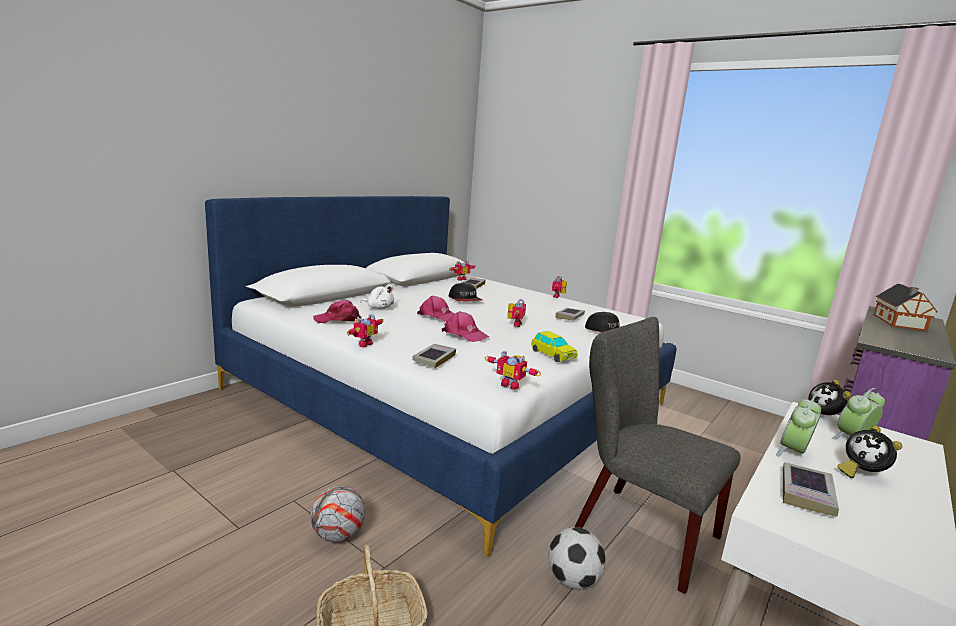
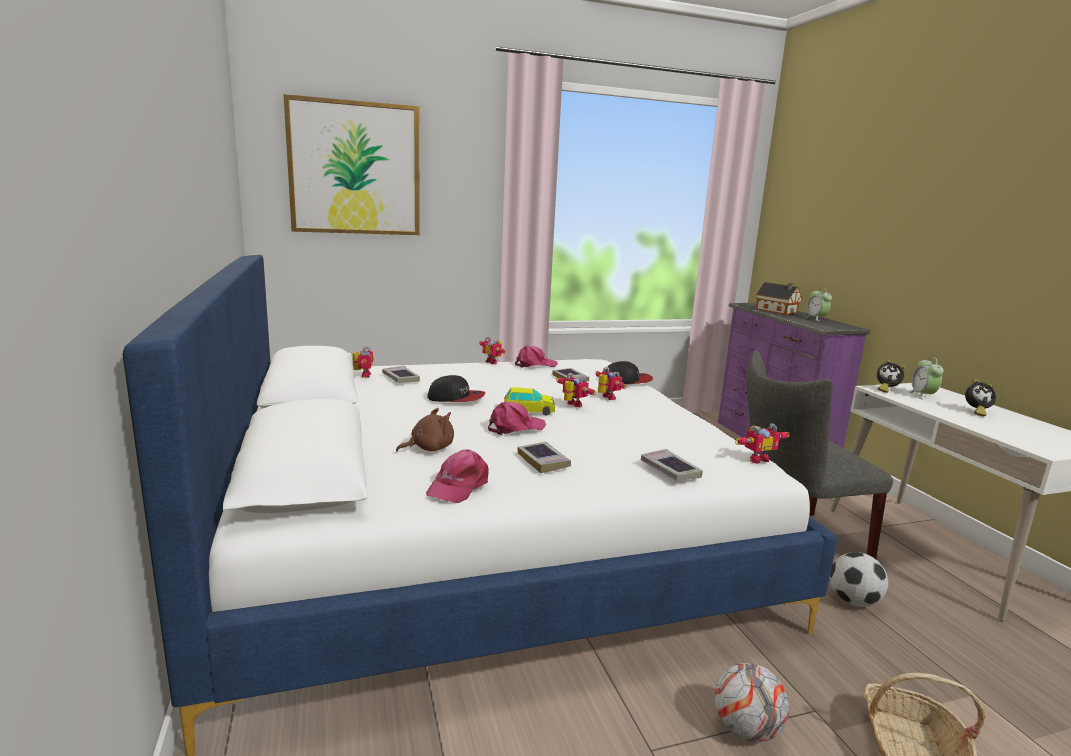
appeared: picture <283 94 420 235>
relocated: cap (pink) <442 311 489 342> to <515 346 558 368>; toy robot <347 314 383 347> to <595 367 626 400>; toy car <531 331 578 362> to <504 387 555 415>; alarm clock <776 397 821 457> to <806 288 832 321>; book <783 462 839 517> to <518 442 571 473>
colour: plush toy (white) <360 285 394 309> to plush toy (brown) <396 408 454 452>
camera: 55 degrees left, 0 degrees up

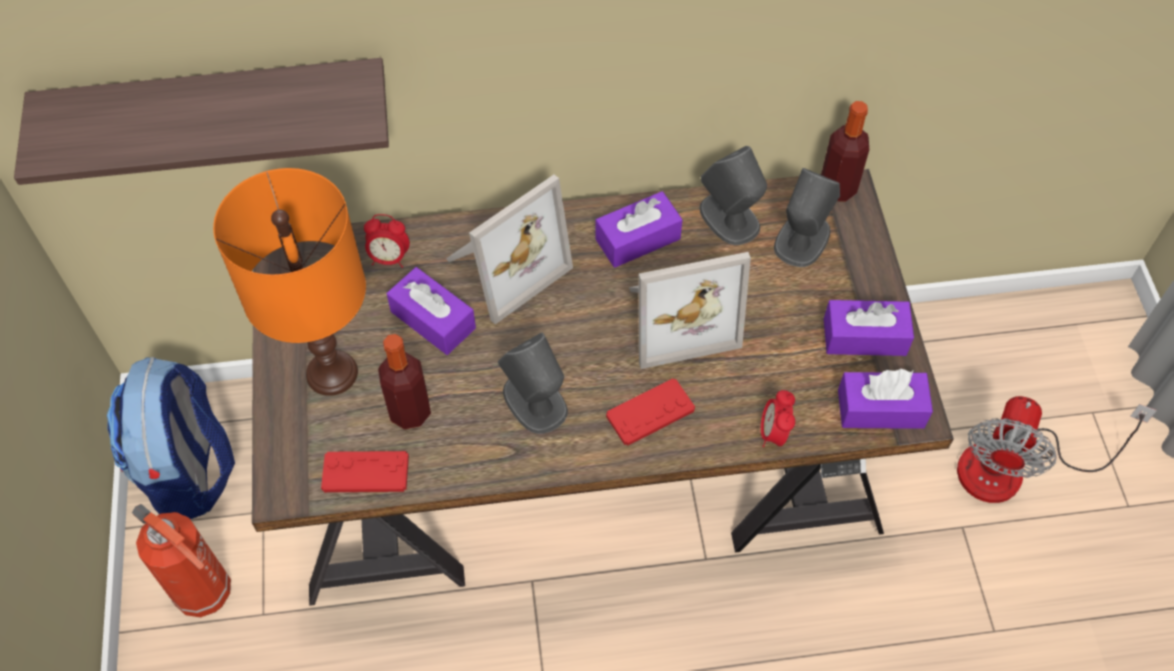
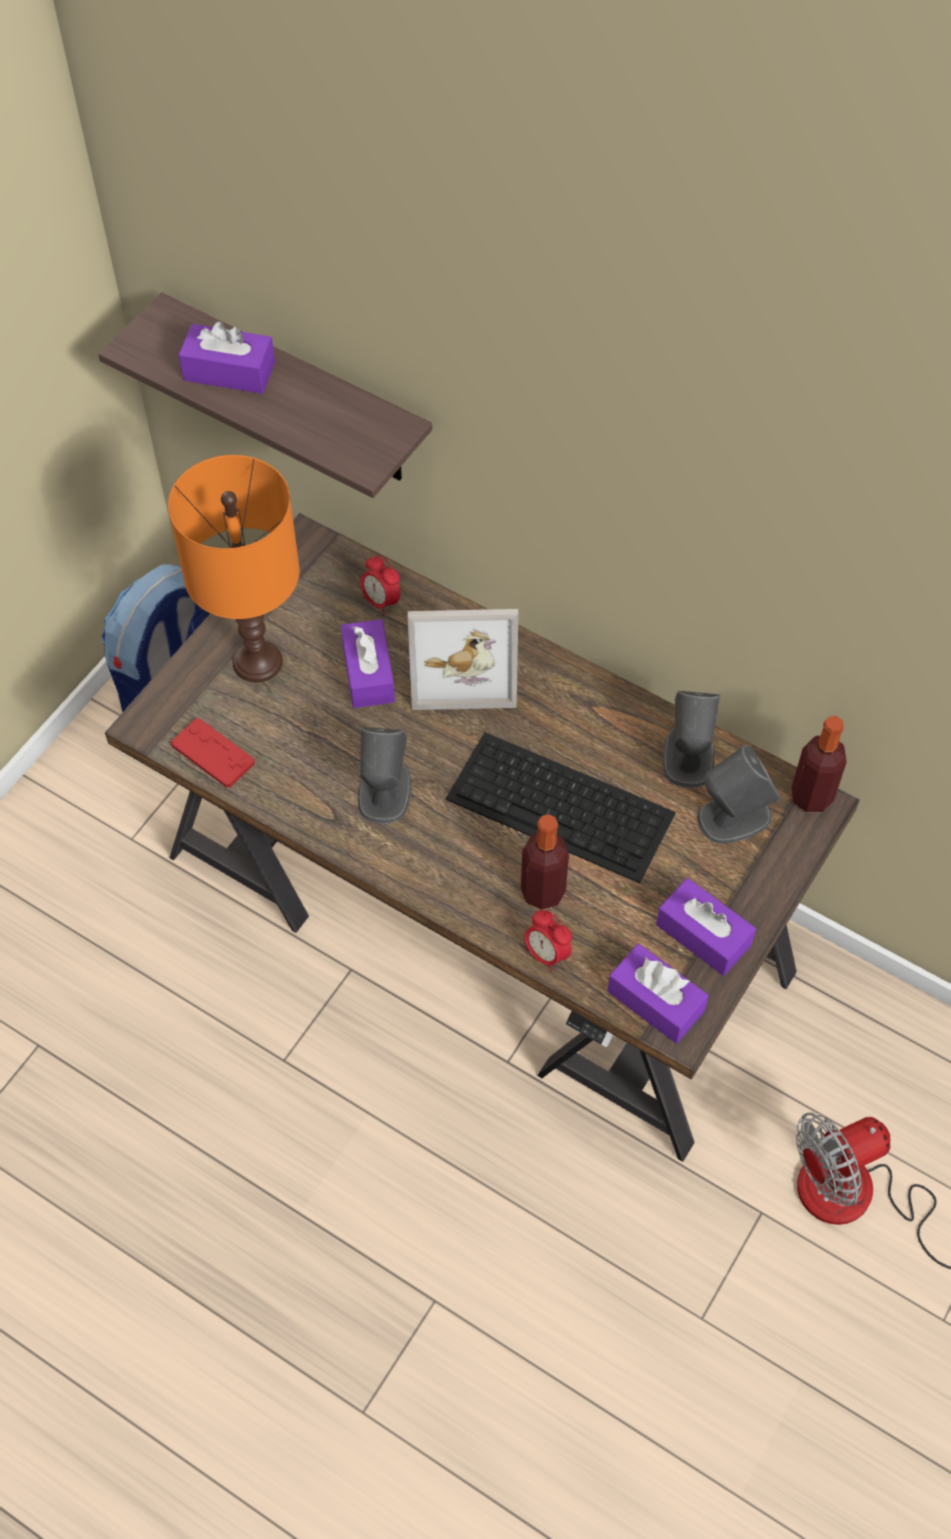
missing: game controller (red) <606 378 695 446>; fire extinguisher <132 504 231 617>
relocated: tissue box (purple) <595 191 683 268> to <179 322 275 394>; bottle <378 334 431 429> to <521 814 569 910>
exchanged: picture frame <629 252 751 369> to keyboard <445 732 676 883>
spun: alarm clock <761 390 795 447> = <525 910 572 972> 90 degrees counterclockwise
camera: 40 degrees right, 0 degrees up

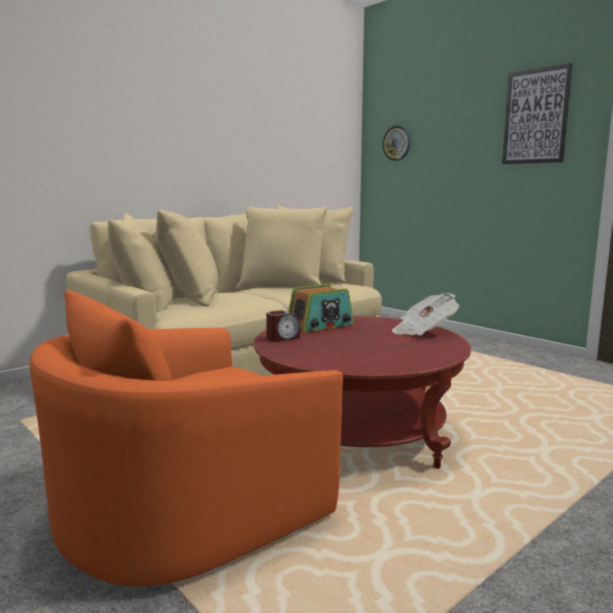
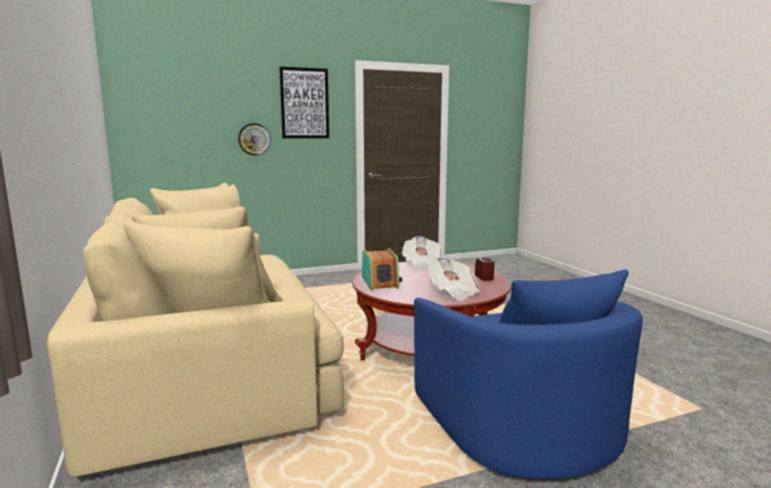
appeared: newspaper <428 257 480 301>
relocated: wall clock <383 126 410 161> to <238 123 271 156>; alarm clock <266 310 300 342> to <475 258 494 281>
colour: armchair (orange) <30 290 343 587> to armchair (blue) <414 270 643 479>
camera: 70 degrees left, 0 degrees up

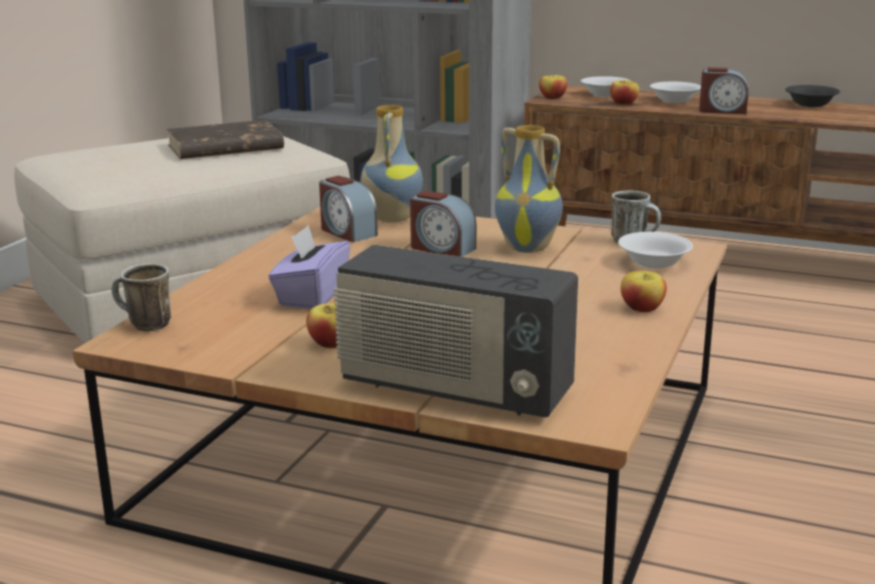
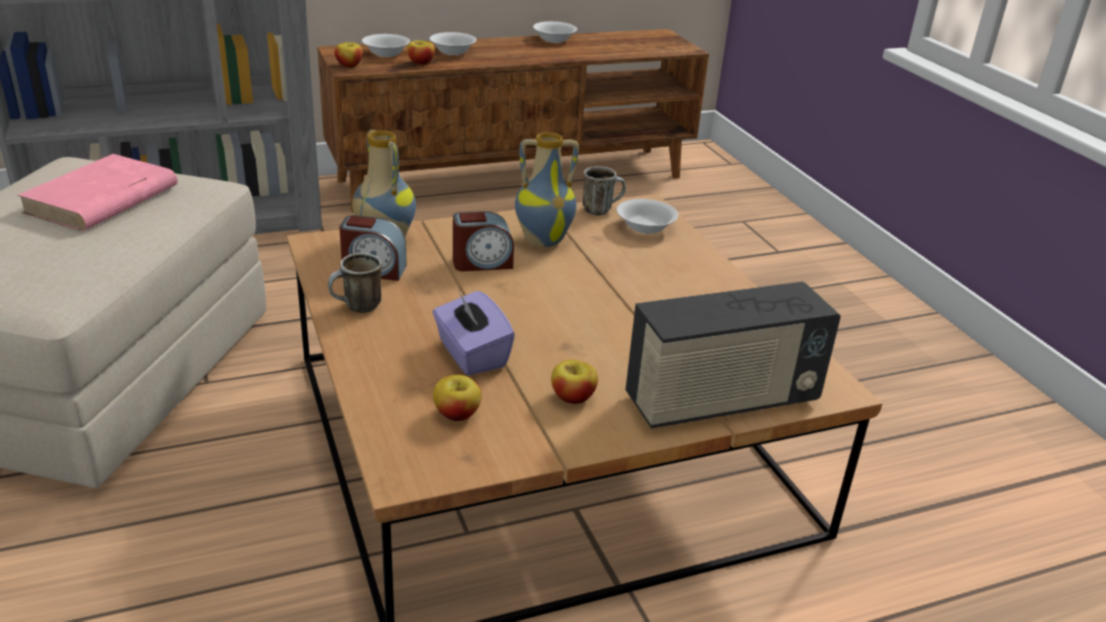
missing: alarm clock <699 67 748 114>
relocated: mug <111 263 171 332> to <328 253 382 313>; apple <621 271 667 312> to <433 375 482 421>
colour: bowl (black) <785 85 840 107> to bowl (white) <533 21 577 43>; book (brown) <166 120 284 159> to book (pink) <17 154 177 231>
camera: 45 degrees left, 10 degrees up

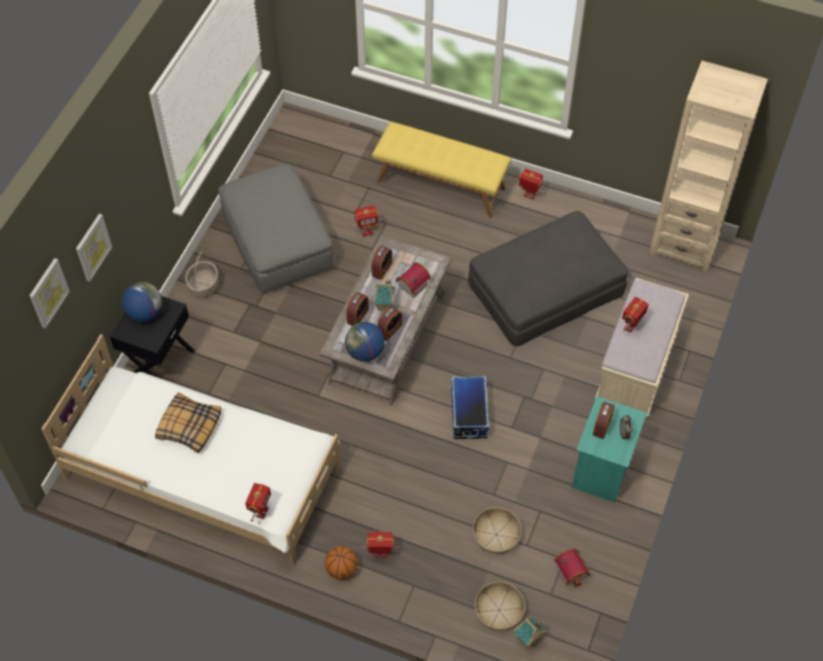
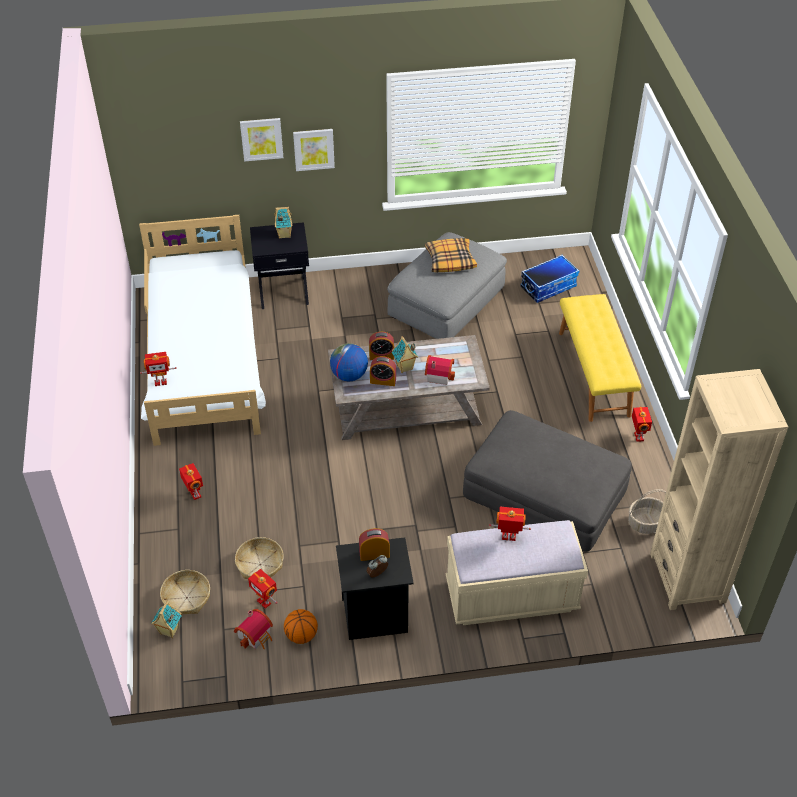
missing: alarm clock <371 245 392 280>
relocated: toy robot <350 205 383 237> to <248 569 278 609>; basket <185 252 219 298> to <628 489 666 534>; picture <29 258 70 329> to <293 129 335 171>; storage box <451 376 489 439> to <521 255 579 303>; pillow <155 392 221 453> to <425 238 477 272>; basketball <325 546 358 580> to <284 609 318 644>
exchanged: globe <122 282 162 322> to toy house <274 207 292 239>
colour: nightstand (turquoise) <571 396 647 502> to nightstand (black) <336 537 414 640>
camera: 60 degrees right, 10 degrees down

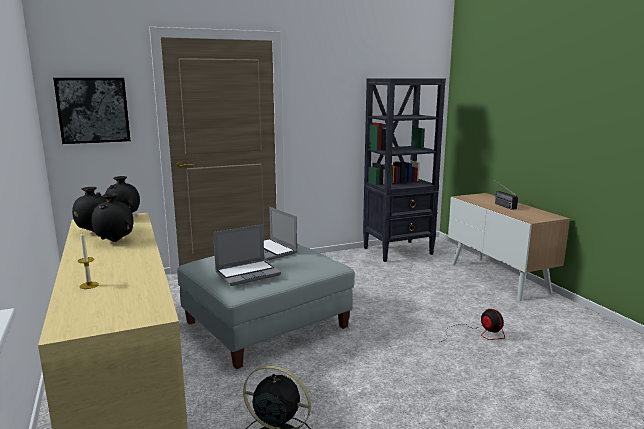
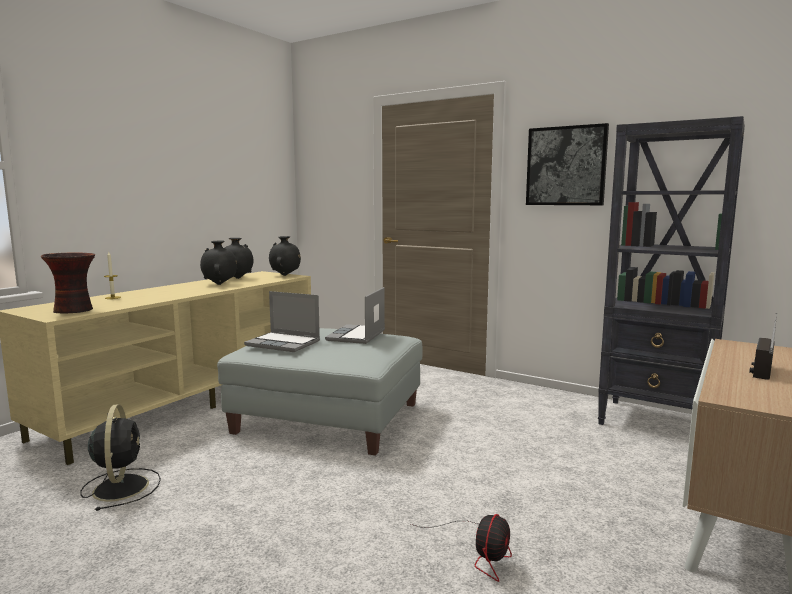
appeared: vase <41 252 95 314>
relocated: picture <53 78 131 144> to <526 123 609 205>
camera: 55 degrees right, 5 degrees down

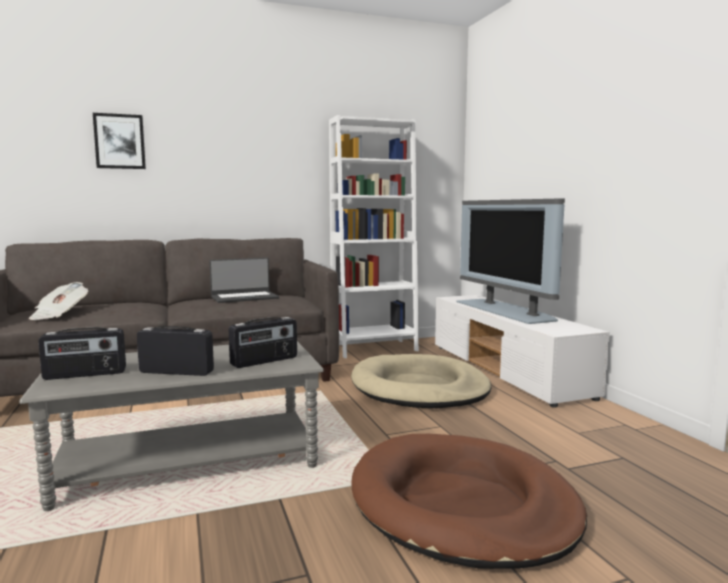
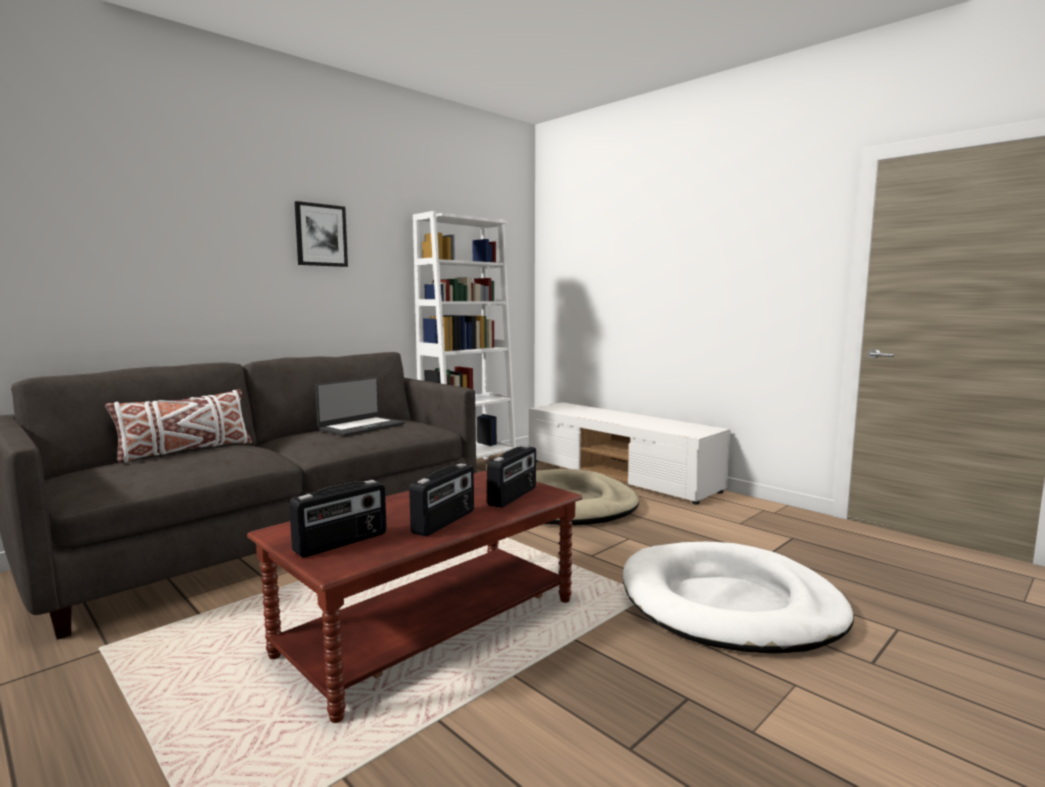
missing: television <456 199 565 324>; newspaper <29 282 88 320>
appeared: pillow (white) <105 389 252 463>
relocated: picture <93 113 146 169> to <295 201 348 267>
colour: coffee table (grey) <19 341 324 511> to coffee table (brown) <247 470 582 723>; dog bed (brown) <351 434 587 569> to dog bed (white) <623 542 854 654>
spun: radio <137 326 214 376> = <409 463 474 537> 135 degrees clockwise
camera: 25 degrees left, 0 degrees up

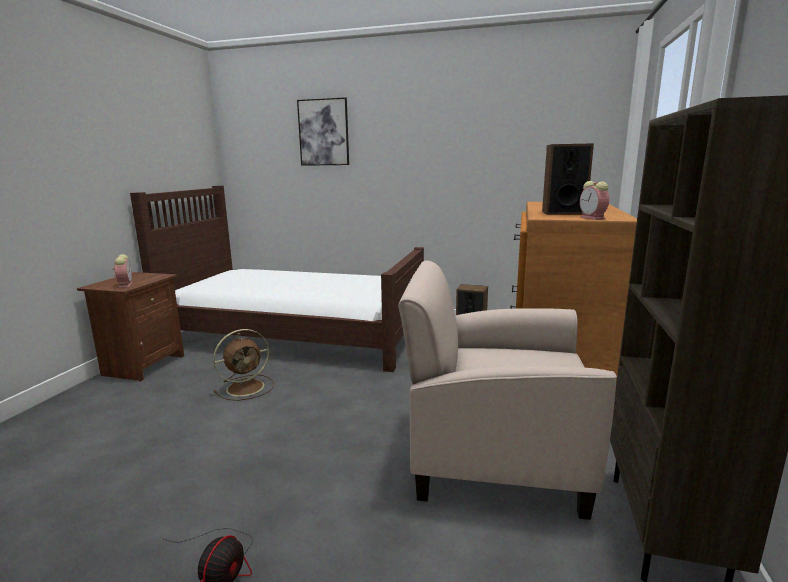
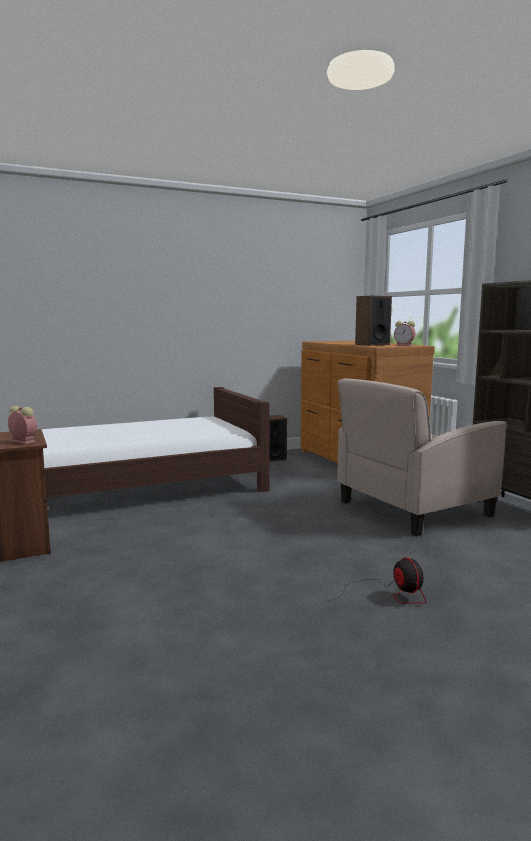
missing: picture <297 97 349 166>; fan (brown) <213 329 274 401>
camera: 40 degrees left, 5 degrees down

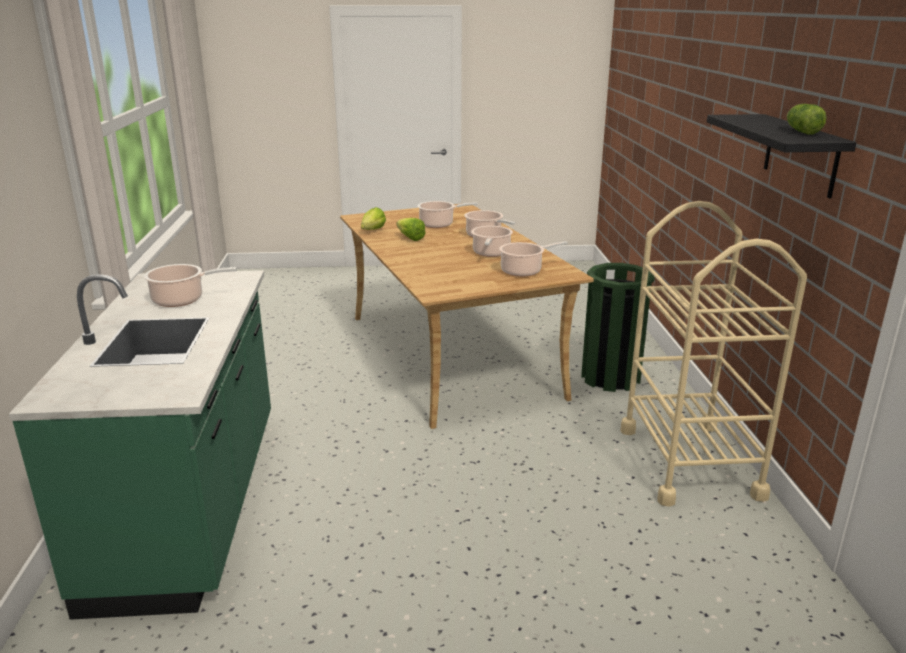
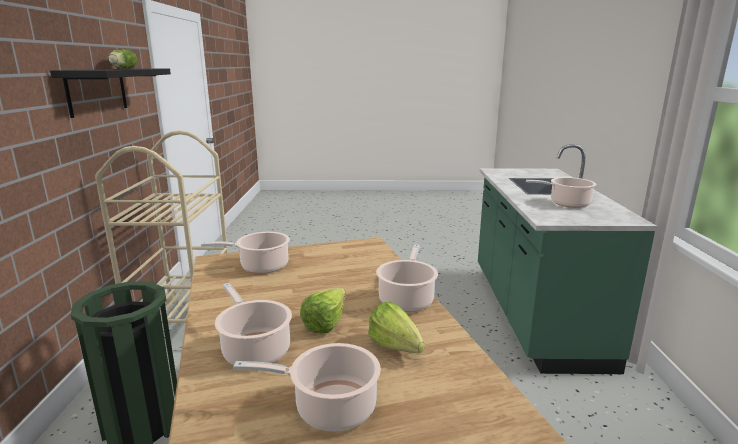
relocated: lettuce <361 207 386 230> to <300 288 346 334>; cooking pot <471 226 513 257> to <376 244 438 312>
camera: 175 degrees left, 5 degrees down

